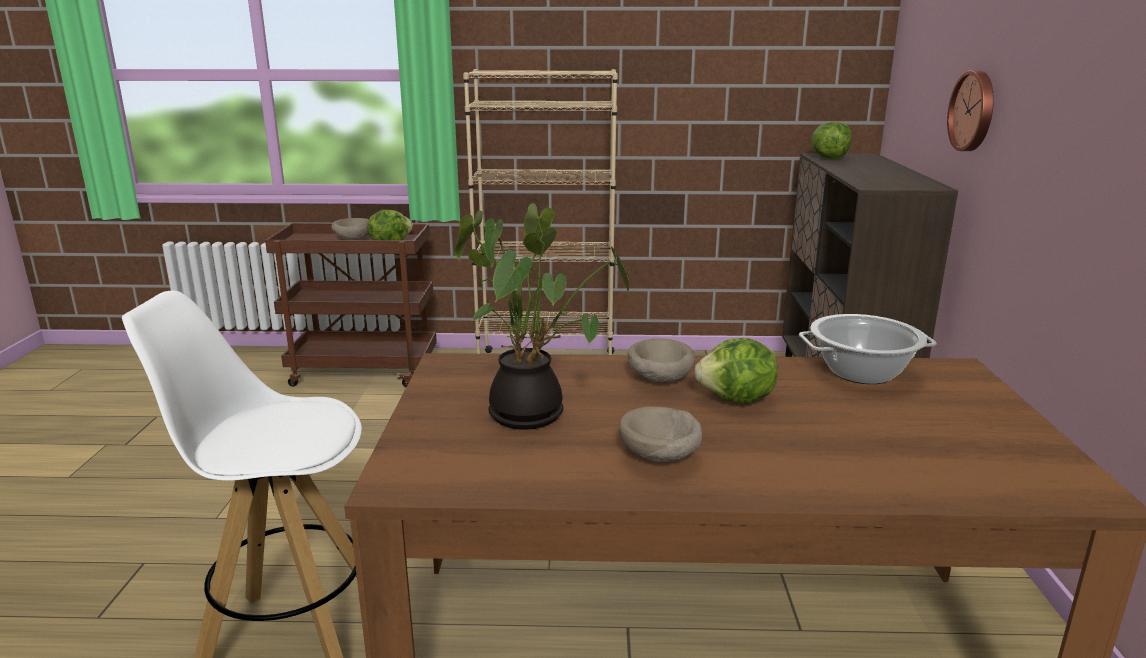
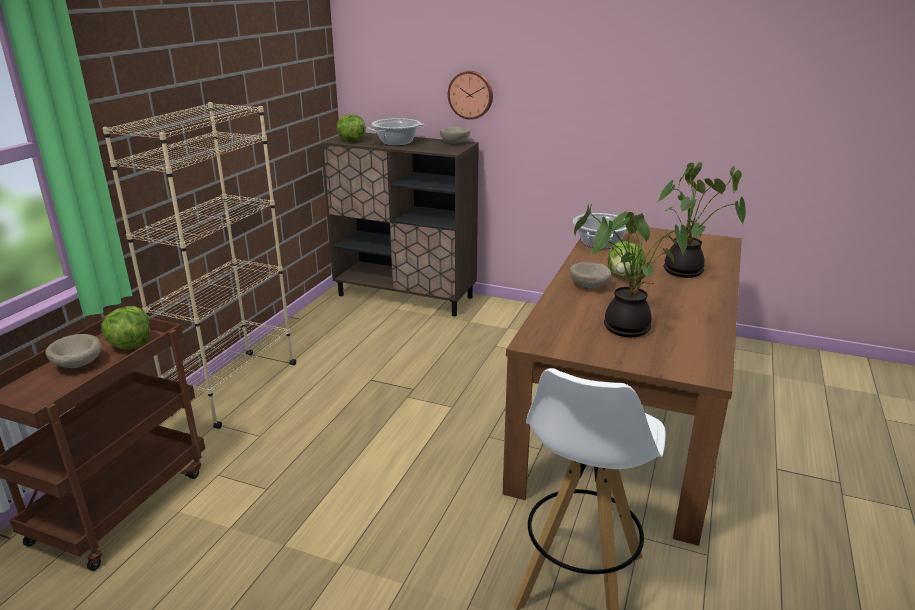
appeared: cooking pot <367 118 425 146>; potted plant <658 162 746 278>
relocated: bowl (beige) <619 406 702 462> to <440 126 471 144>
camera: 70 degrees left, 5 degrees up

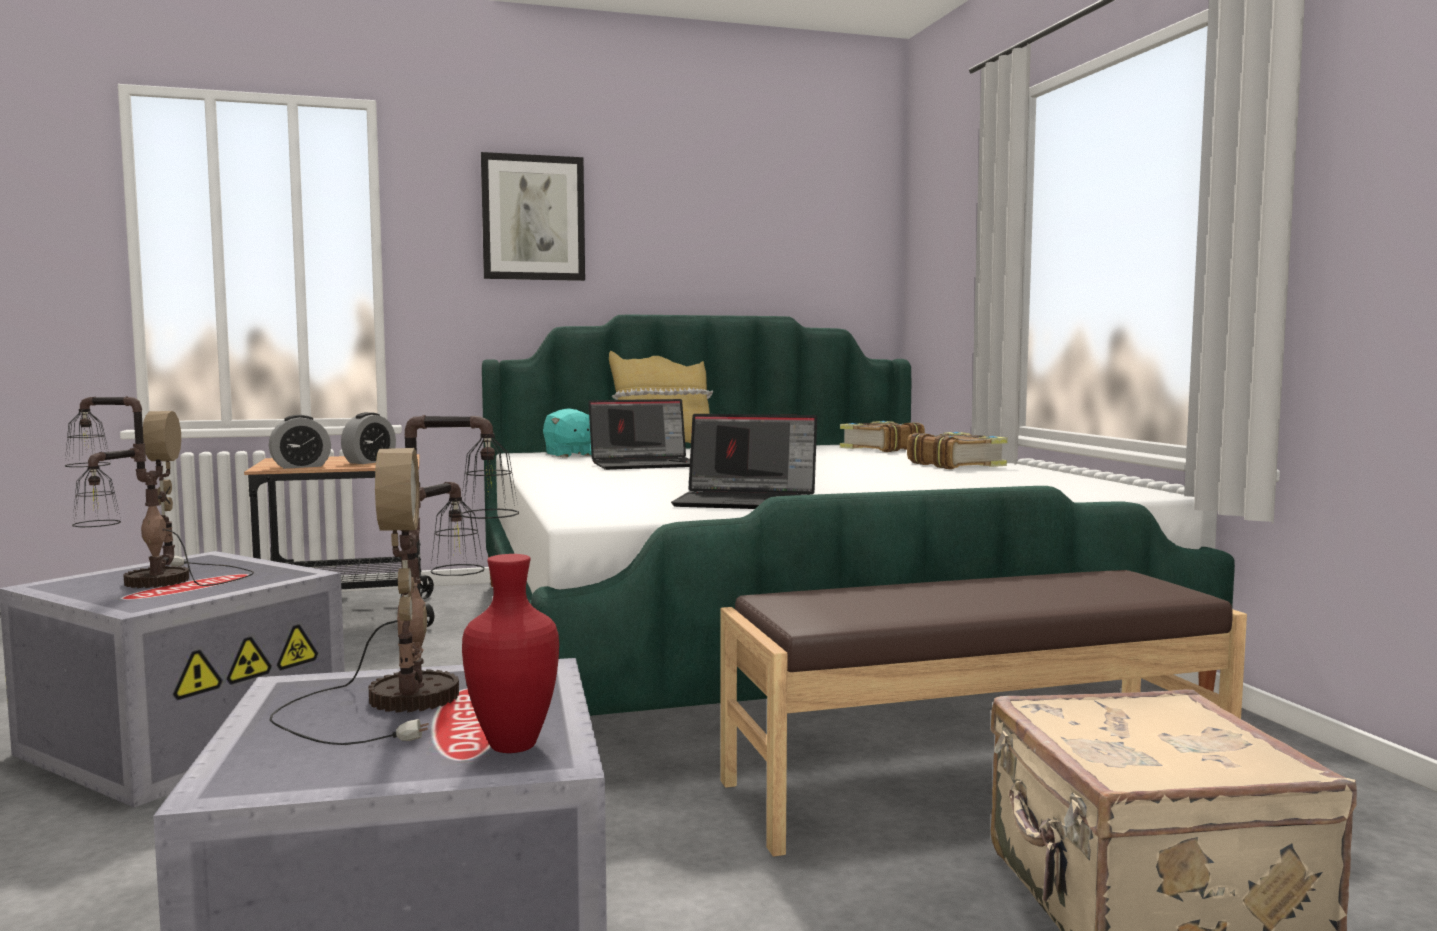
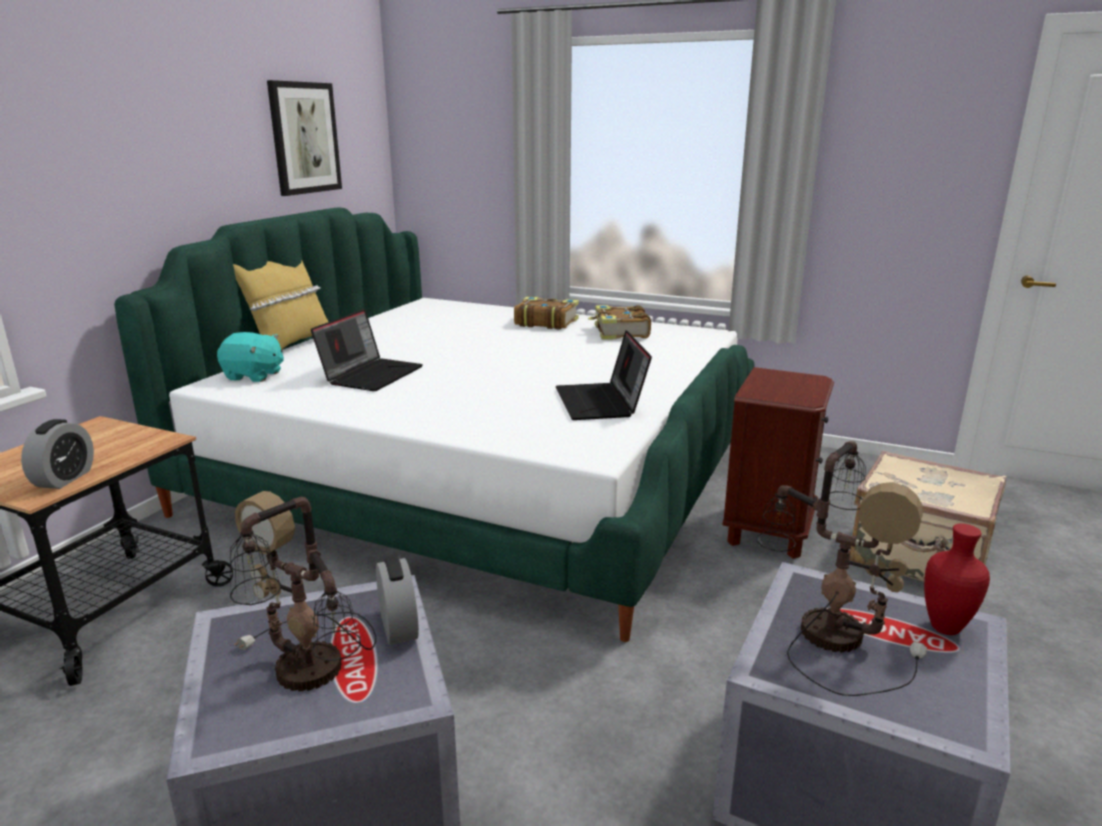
relocated: picture <481 152 585 281> to <267 80 342 196>; alarm clock <341 412 396 464> to <376 557 419 645>; book <840 421 925 452> to <588 305 651 340>
exchanged: bench (brown) <721 570 1247 857> to nightstand (brown) <722 367 834 559>
spun: laptop <671 414 817 509> = <555 330 652 420> 120 degrees clockwise
camera: 50 degrees left, 15 degrees up

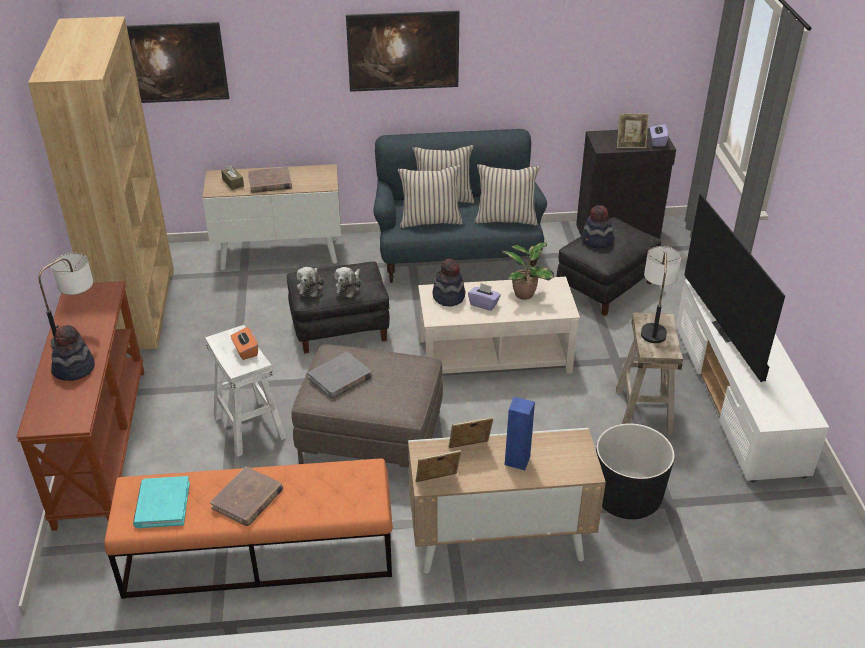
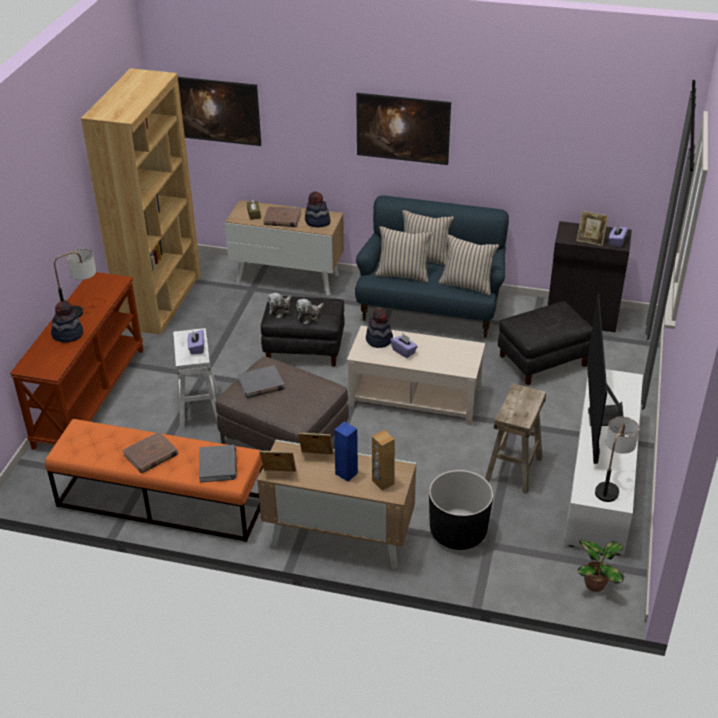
missing: book (turquoise) <133 476 190 528>
appeared: speaker (brown) <372 430 395 490>; book (grey) <199 445 237 482>
relocated: hat <581 205 615 248> to <305 192 330 227>; potted plant <502 242 554 300> to <578 539 624 592>; table lamp <641 246 681 343> to <595 416 639 502>
colour: tissue box (orange) <231 327 258 360> to tissue box (purple) <188 330 204 354>
camera: 20 degrees right, 0 degrees up

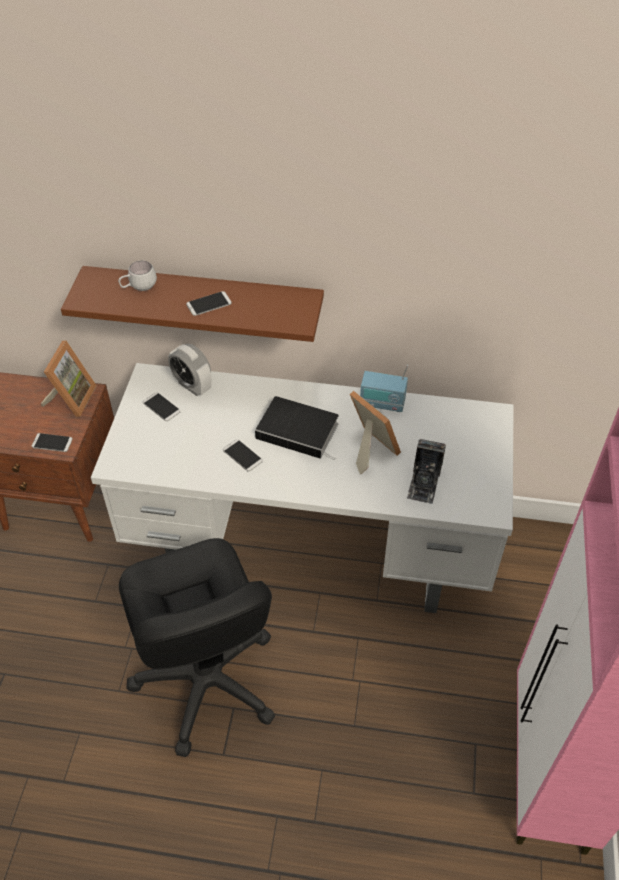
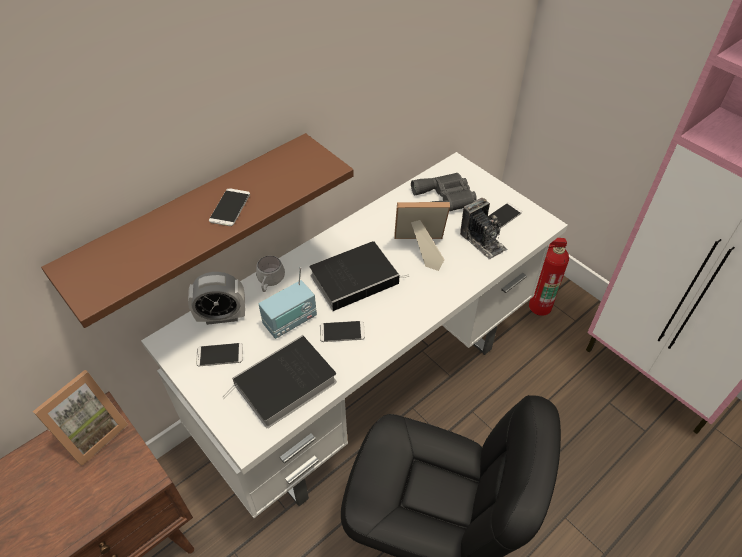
appeared: binoculars (grey) <411 173 477 211>; fire extinguisher <529 238 569 316>; book <222 335 337 428>
relocated: mug (white) <118 261 157 291> to <256 256 285 292>; radio <360 365 408 412> to <258 267 317 339>; phone <32 433 73 452> to <488 203 522 229>
spun: picture frame <41 340 97 417> = <33 370 128 466> 75 degrees clockwise
camera: 50 degrees left, 0 degrees up

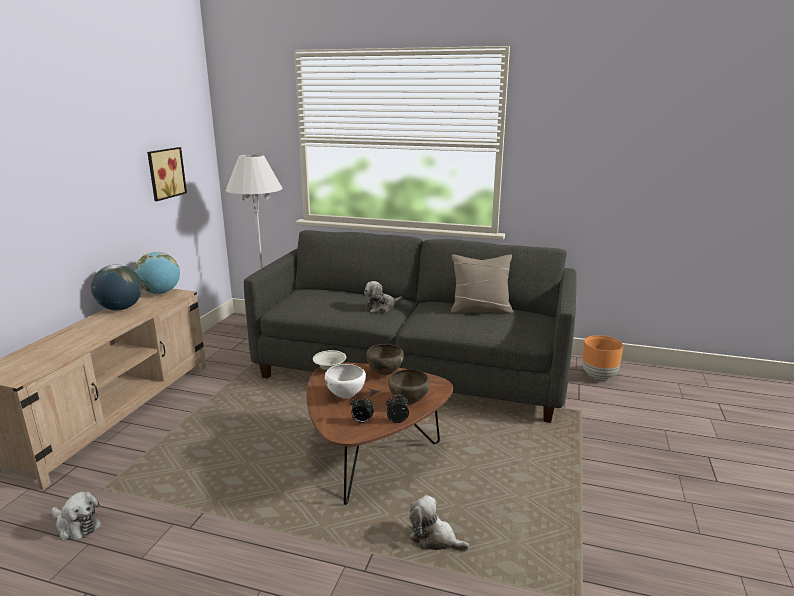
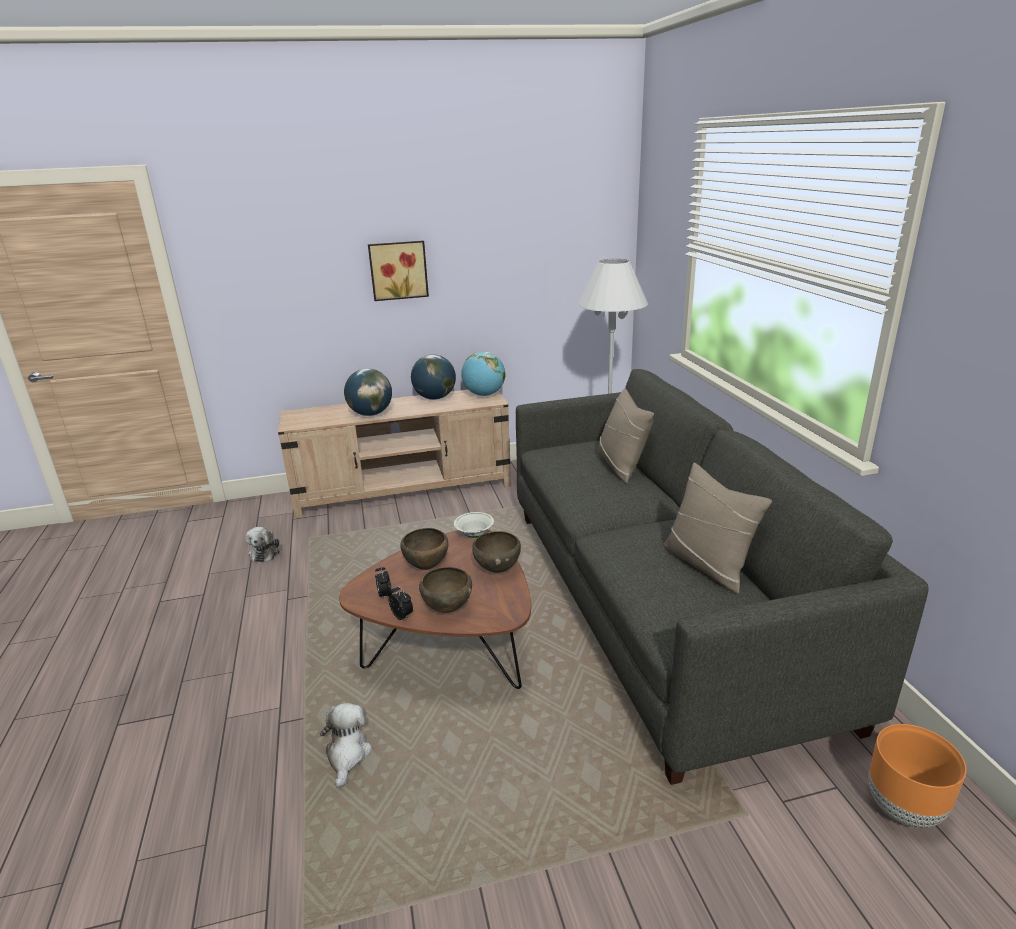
missing: plush toy <364 281 402 313>
appeared: globe <344 368 392 416>; pillow (beige) <599 388 654 484>
relocated: picture <147 147 187 201> to <368 240 429 301>
colour: bowl (white) <325 364 366 399> to bowl (brown) <400 528 448 570>
camera: 60 degrees right, 5 degrees up

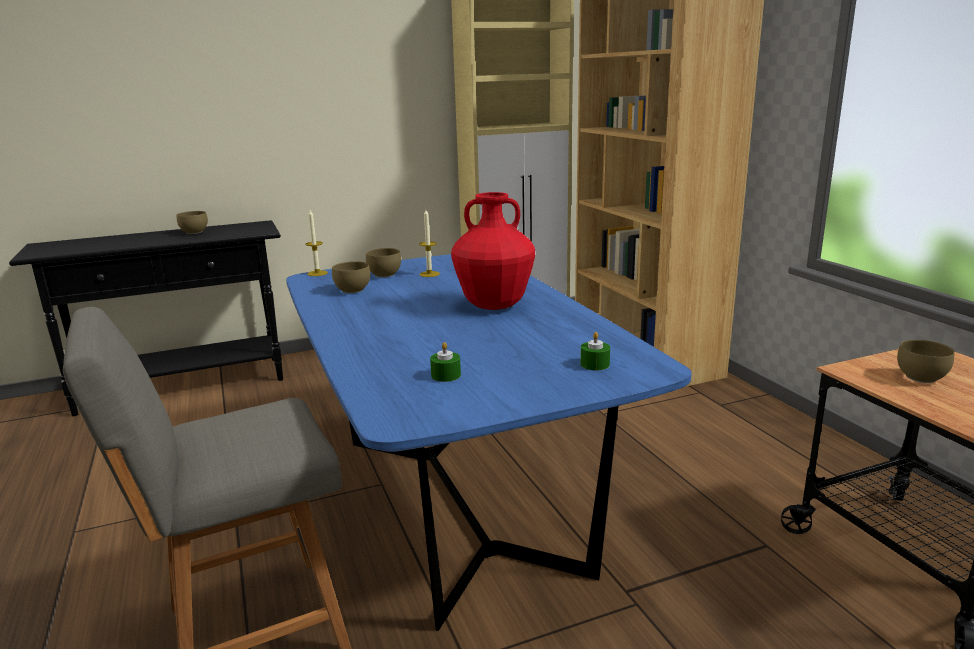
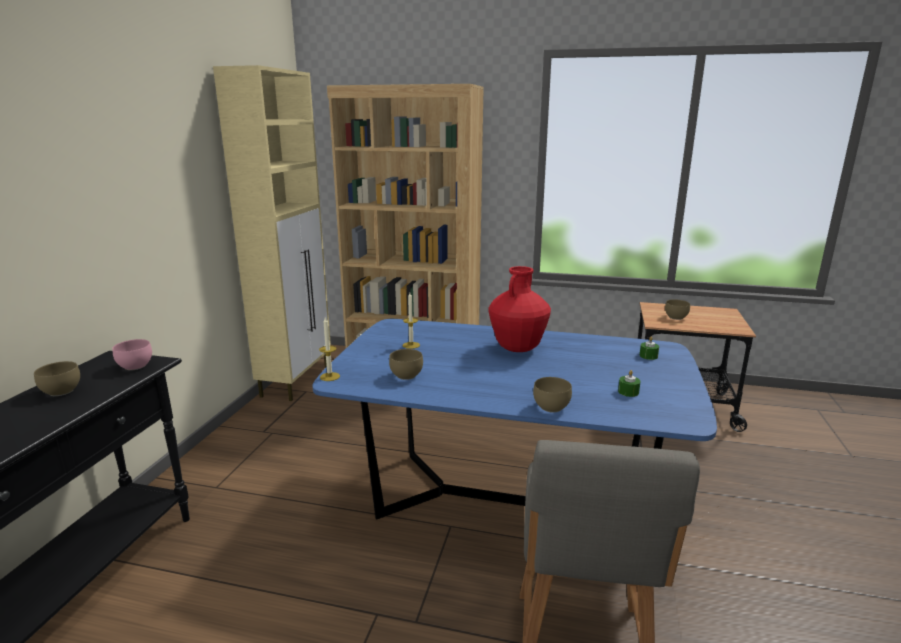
appeared: bowl (pink) <112 339 152 370>
relocated: bowl (brown) <366 248 401 277> to <533 377 572 413>
camera: 55 degrees left, 0 degrees up

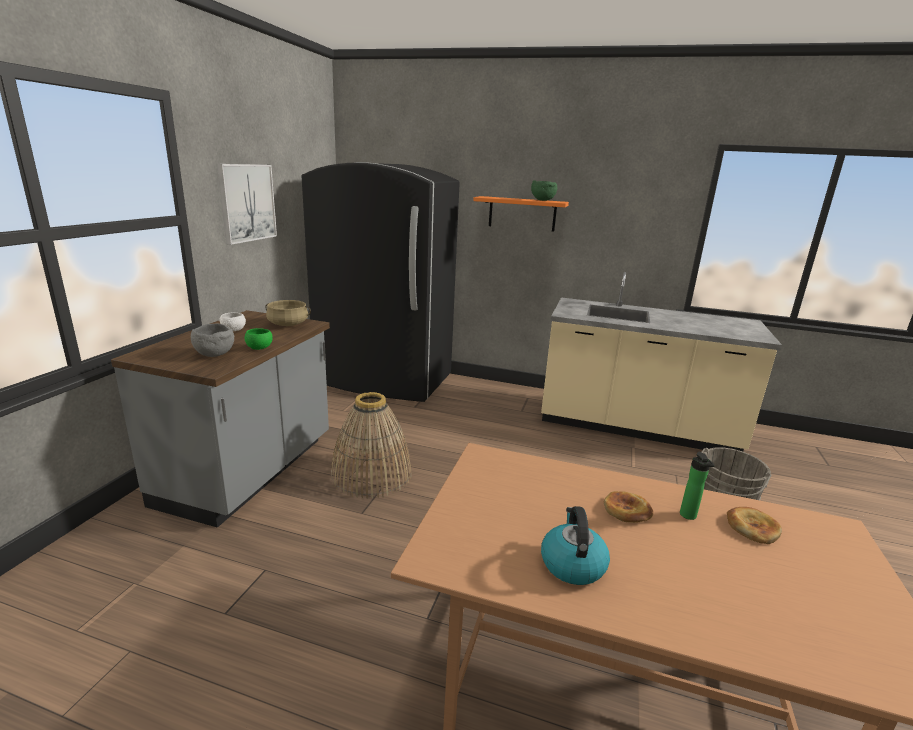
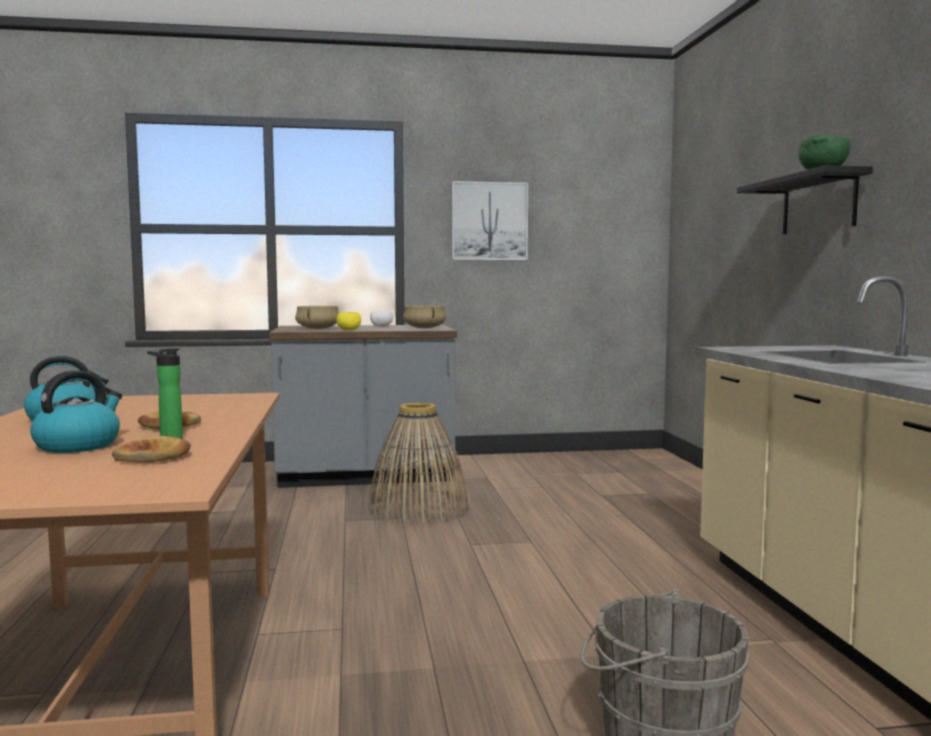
missing: fridge (black) <302 162 460 402>
appeared: kettle <30 370 122 453>
exchanged: bowl (grey) <191 324 234 357> to cooking pot (beige) <295 306 339 329>
colour: shelf (orange) <473 196 569 232> to shelf (black) <737 165 873 234>; bowl (green) <245 328 272 350> to bowl (yellow) <336 312 361 330>
camera: 65 degrees right, 15 degrees down

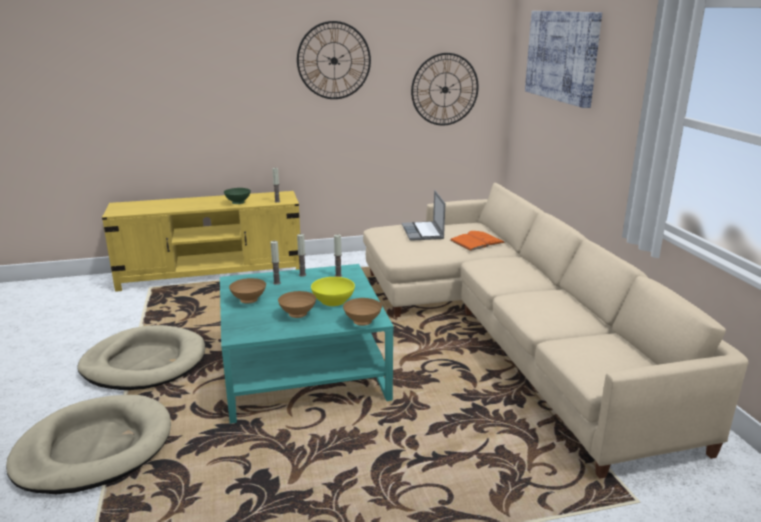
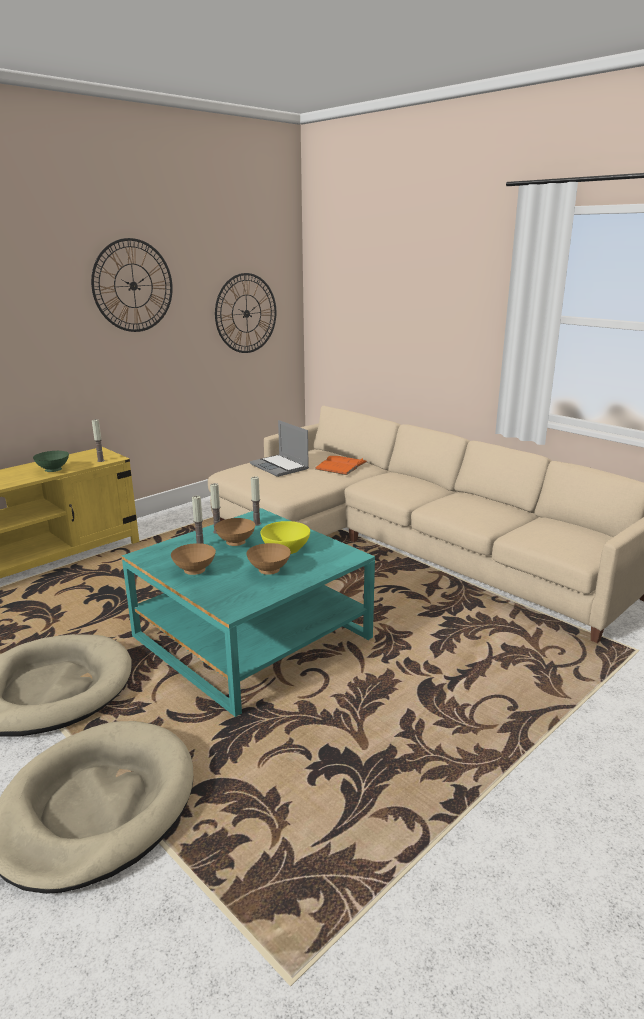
missing: picture <525 11 602 108>
relocated: bowl (brown) <343 298 382 326> to <215 518 255 546>
camera: 30 degrees left, 0 degrees up

